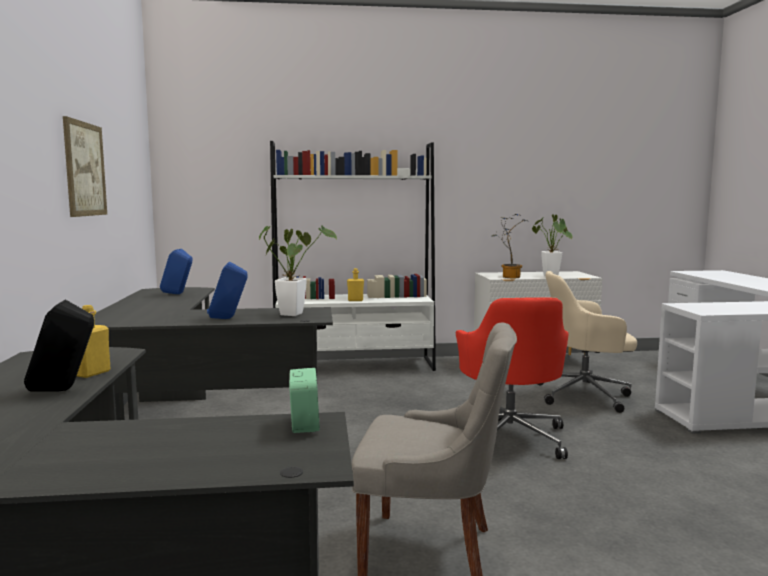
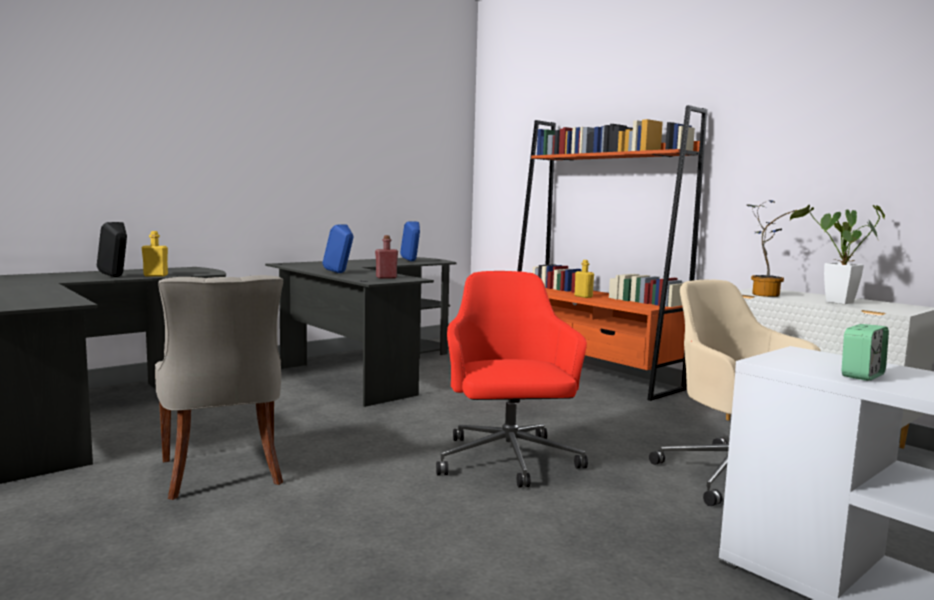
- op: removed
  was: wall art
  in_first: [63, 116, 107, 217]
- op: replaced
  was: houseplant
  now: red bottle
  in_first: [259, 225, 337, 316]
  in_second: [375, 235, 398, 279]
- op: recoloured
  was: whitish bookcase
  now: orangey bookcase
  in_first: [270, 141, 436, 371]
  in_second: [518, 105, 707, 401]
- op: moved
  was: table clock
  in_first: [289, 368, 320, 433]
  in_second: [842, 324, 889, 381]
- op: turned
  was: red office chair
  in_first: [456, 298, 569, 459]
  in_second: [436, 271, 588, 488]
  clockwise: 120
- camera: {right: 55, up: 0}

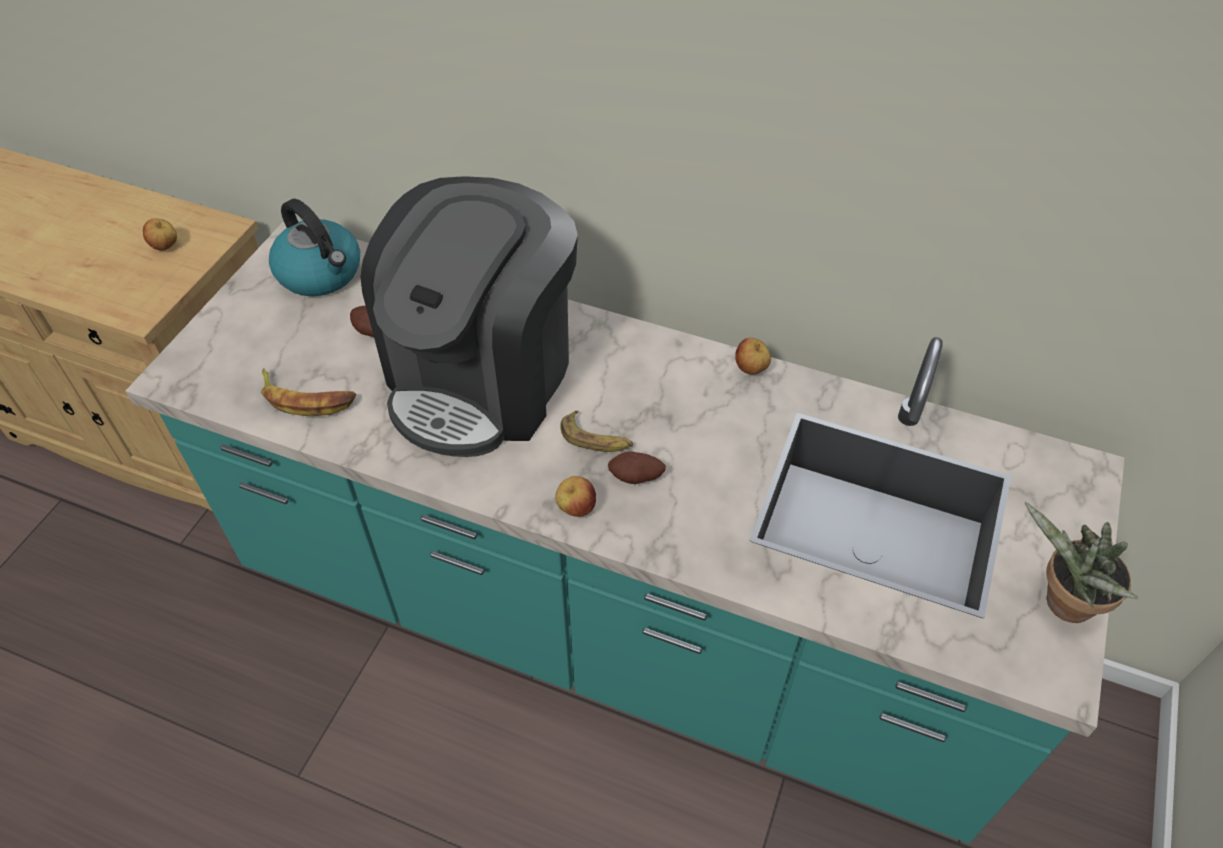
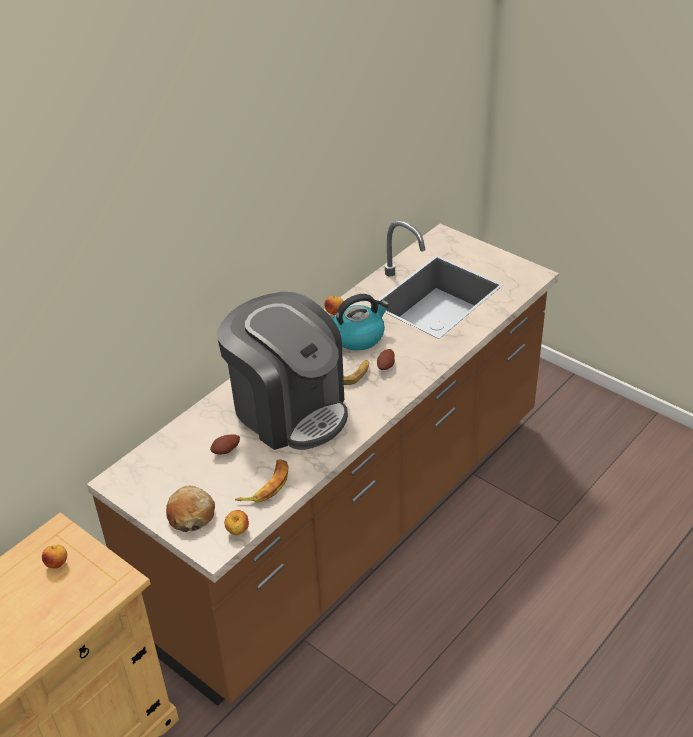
- op: recoloured
  was: turquoise kitchen counter
  now: brownish kitchen counter
  in_first: [125, 221, 1124, 843]
  in_second: [87, 221, 559, 706]
- op: moved
  was: water kettle
  in_first: [269, 199, 360, 296]
  in_second: [333, 294, 389, 351]
- op: moved
  was: whole apple
  in_first: [555, 476, 596, 517]
  in_second: [225, 510, 249, 535]
- op: removed
  was: houseplant
  in_first: [1025, 502, 1138, 623]
- op: added
  now: bread
  in_second: [166, 486, 215, 532]
- camera: {right: -70, up: -10}

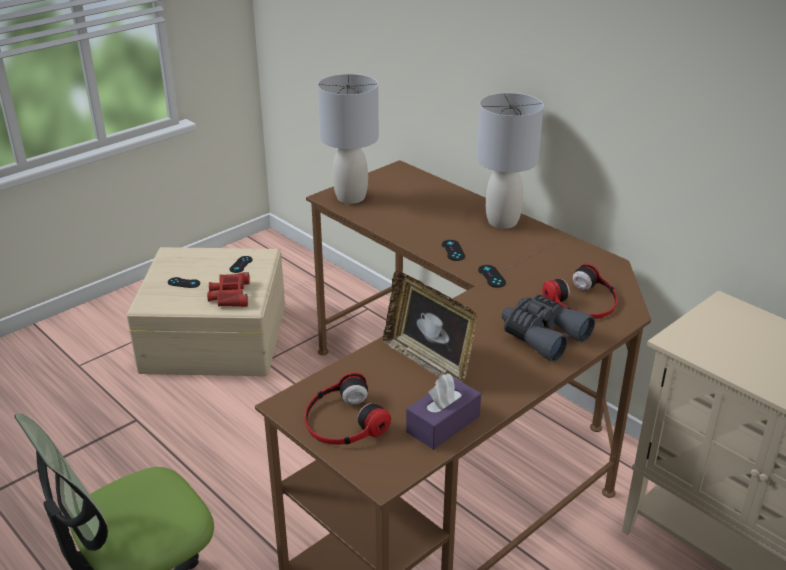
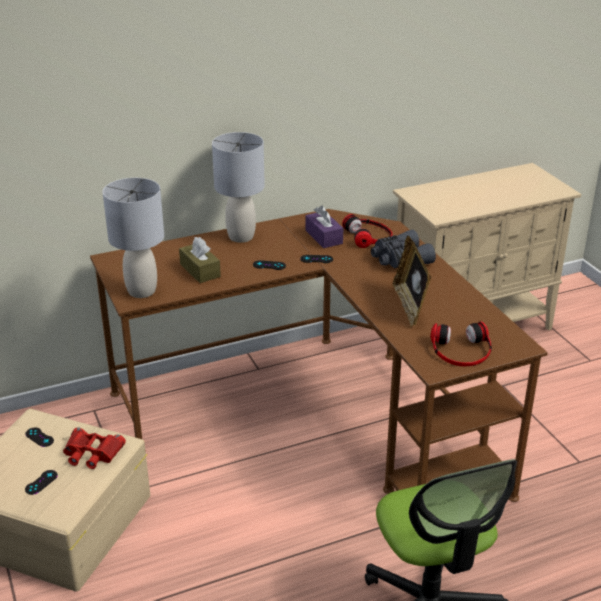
- op: turned
  was: photo frame
  in_first: [383, 271, 477, 383]
  in_second: [393, 235, 431, 326]
  clockwise: 105
- op: moved
  was: purple-coloured tissue box
  in_first: [406, 374, 481, 450]
  in_second: [305, 206, 343, 248]
- op: added
  now: brownish tissue box
  in_second: [179, 237, 221, 283]
- camera: {right: -70, up: 0}

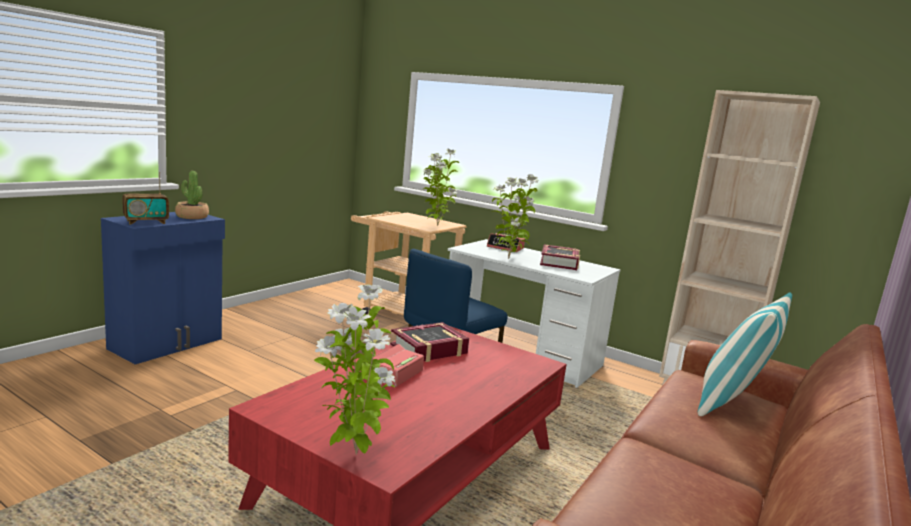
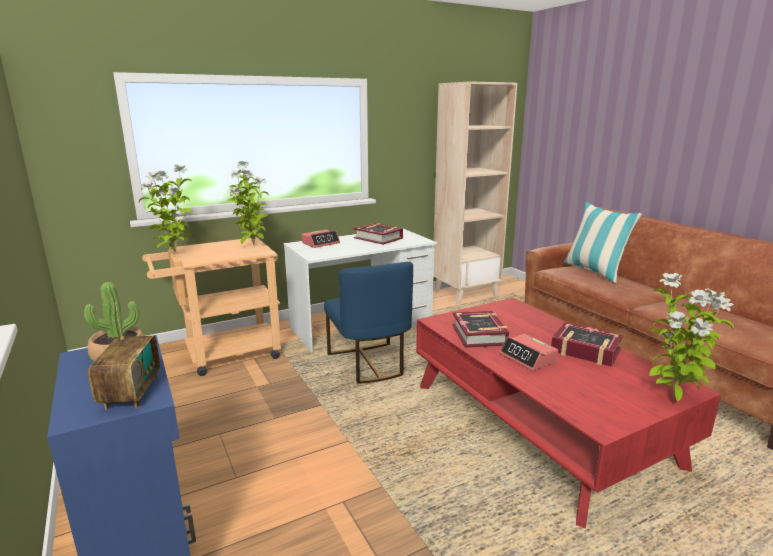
- op: moved
  was: houseplant
  in_first: [491, 174, 539, 259]
  in_second: [139, 164, 193, 255]
- op: added
  now: bound book
  in_second: [551, 322, 623, 367]
- camera: {right: -60, up: 5}

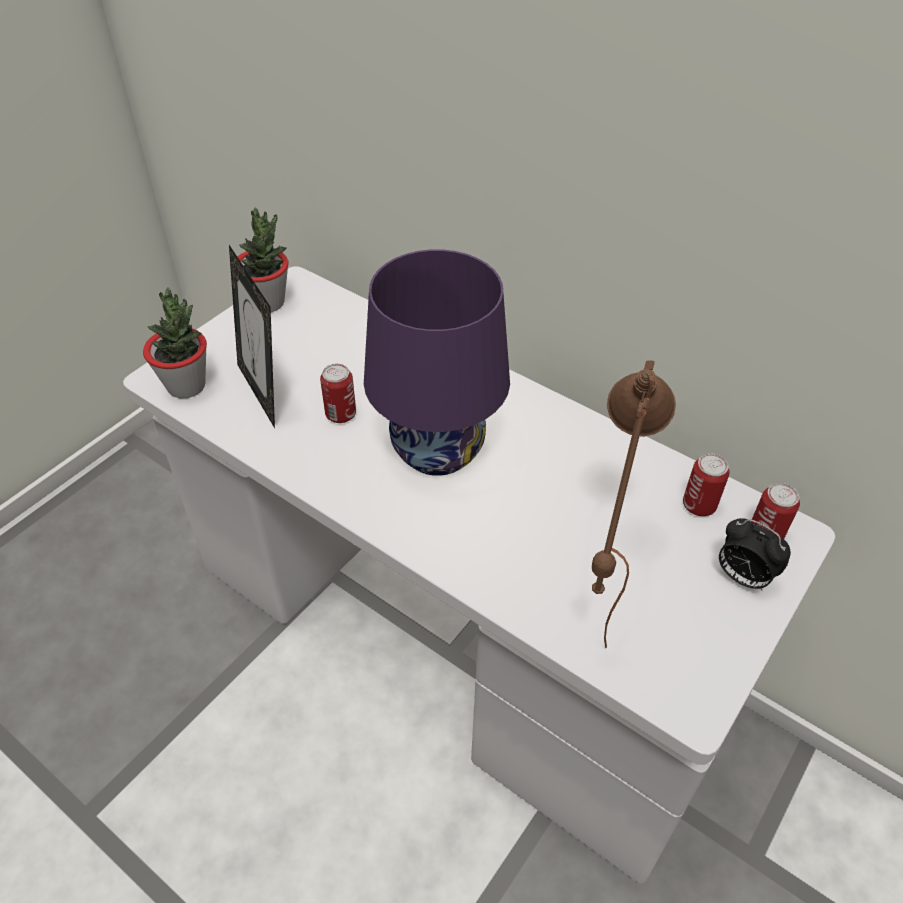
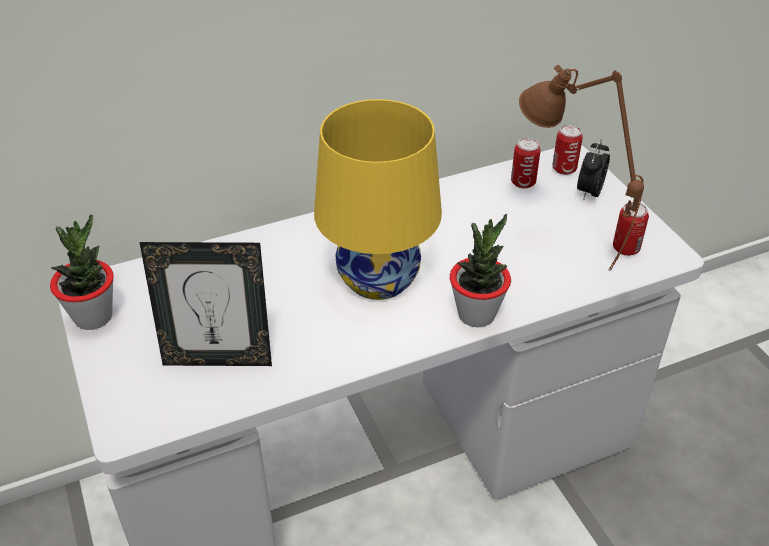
- op: moved
  was: houseplant
  in_first: [143, 287, 207, 398]
  in_second: [450, 214, 511, 327]
- op: moved
  was: sealed can
  in_first: [320, 364, 356, 423]
  in_second: [613, 202, 649, 256]
- op: recoloured
  was: purple-coloured lamp for a table
  now: yellow lamp for a table
  in_first: [364, 249, 510, 476]
  in_second: [314, 99, 442, 300]
- op: turned
  was: table clock
  in_first: [719, 518, 791, 591]
  in_second: [577, 139, 610, 201]
  clockwise: 135
- camera: {right: -60, up: -5}

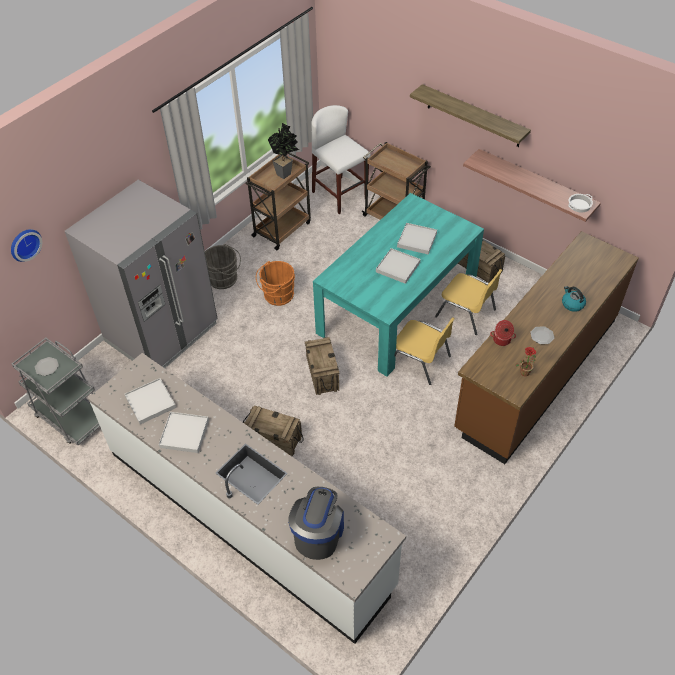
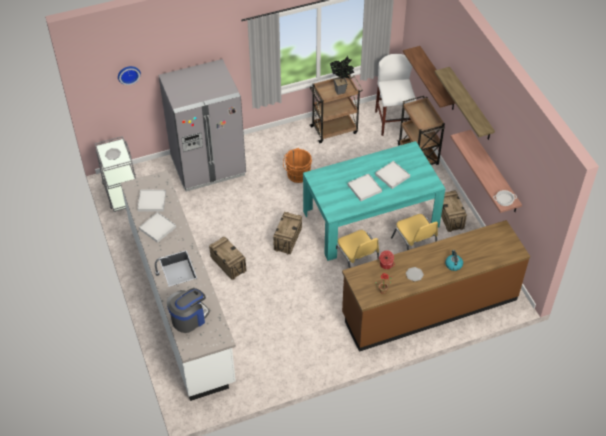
- op: removed
  was: greyish bucket
  in_first: [205, 244, 241, 289]
- op: added
  now: wall shelf
  in_second: [403, 46, 456, 110]
- camera: {right: 30, up: 0}

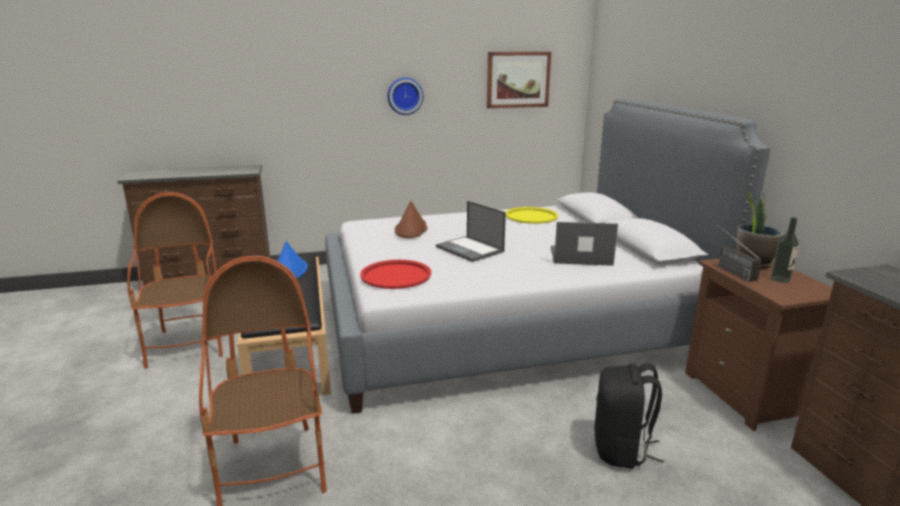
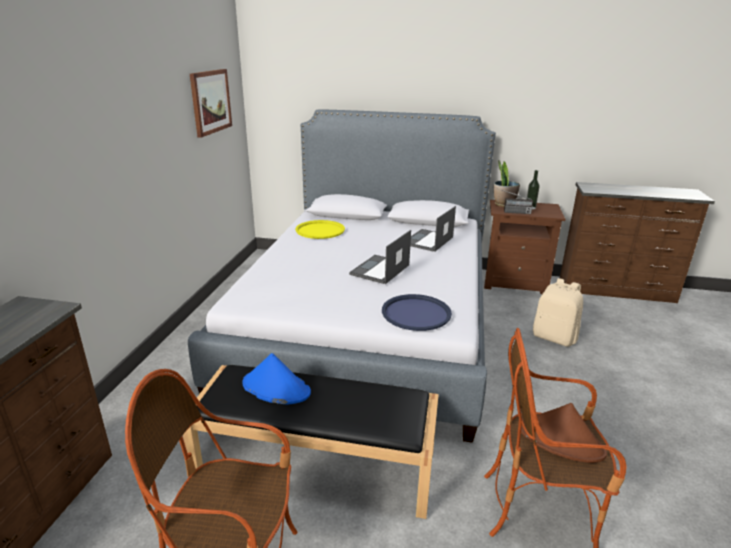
- op: recoloured
  was: red carrying tray
  now: blue carrying tray
  in_first: [360, 260, 431, 289]
  in_second: [382, 294, 452, 331]
- op: removed
  was: wall clock
  in_first: [387, 77, 423, 115]
- op: moved
  was: brownish clothing hat
  in_first: [395, 201, 427, 238]
  in_second: [521, 403, 607, 463]
- op: turned
  was: portable computer
  in_first: [436, 201, 506, 262]
  in_second: [349, 230, 411, 284]
  clockwise: 135
- op: recoloured
  was: blackish knapsack
  now: sand-coloured knapsack
  in_first: [594, 363, 664, 469]
  in_second: [533, 278, 583, 347]
- camera: {right: -65, up: 5}

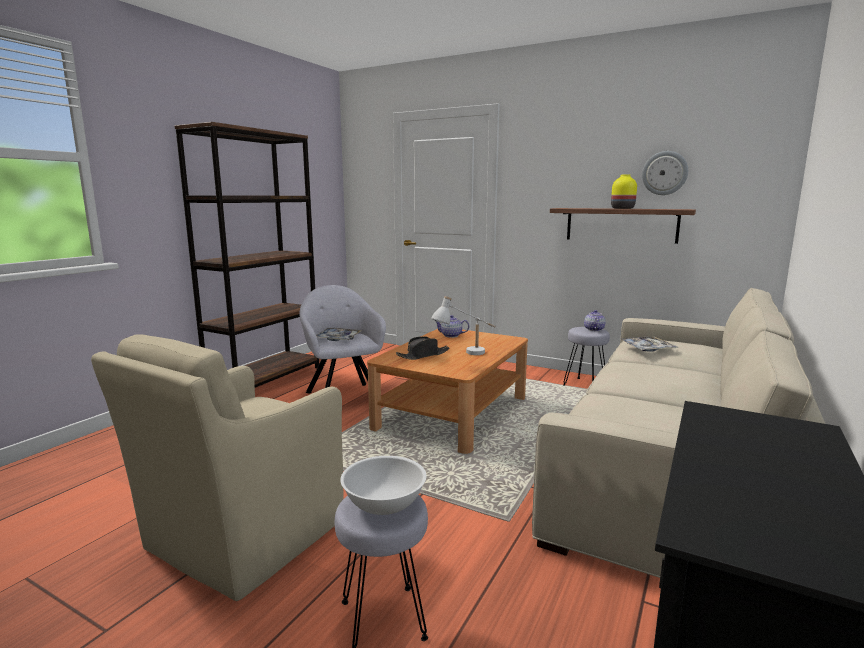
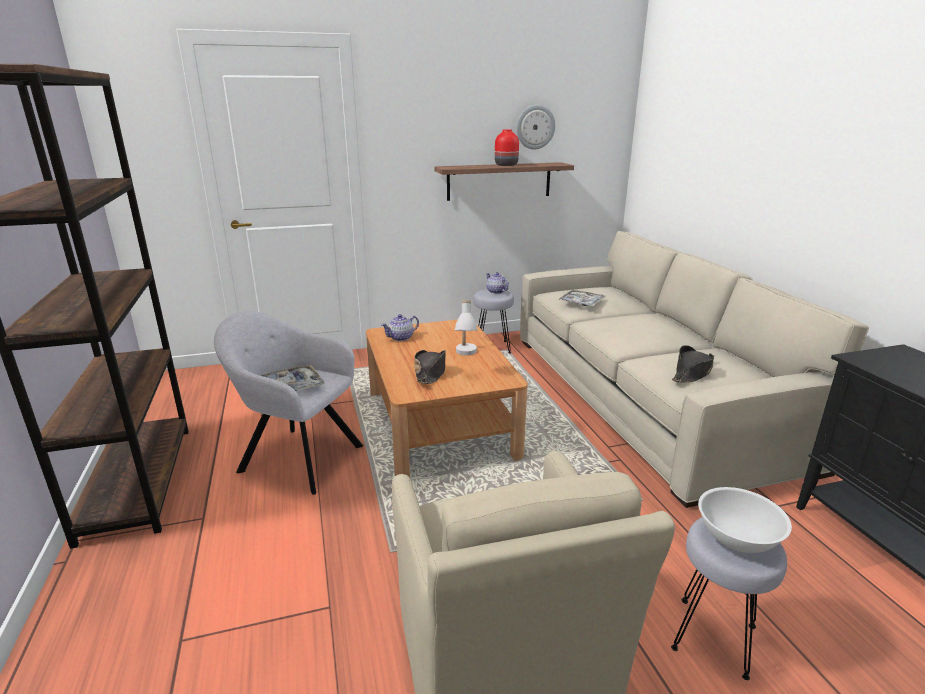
- op: recoloured
  was: yellow flower vase
  now: red flower vase
  in_first: [611, 174, 637, 209]
  in_second: [495, 129, 519, 166]
- op: added
  now: blackish clothing hat
  in_second: [672, 345, 714, 383]
- camera: {right: -45, up: 10}

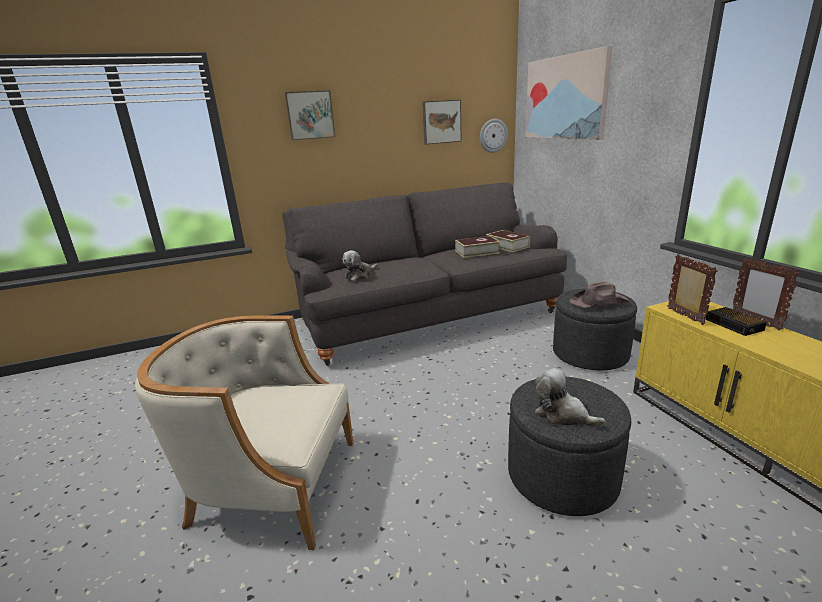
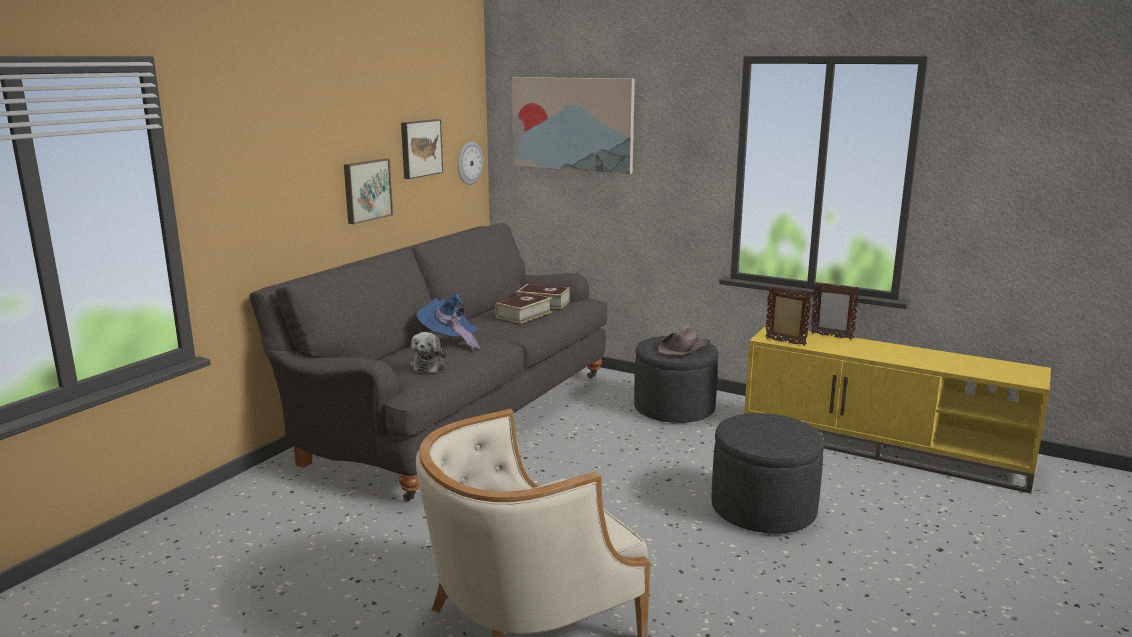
- op: moved
  was: wall art
  in_first: [284, 90, 335, 140]
  in_second: [344, 158, 393, 224]
- op: removed
  was: cuddly toy
  in_first: [535, 368, 606, 427]
- op: removed
  was: table clock
  in_first: [705, 307, 767, 336]
- op: added
  now: blue clothing hat
  in_second: [416, 294, 480, 351]
- camera: {right: -40, up: -5}

